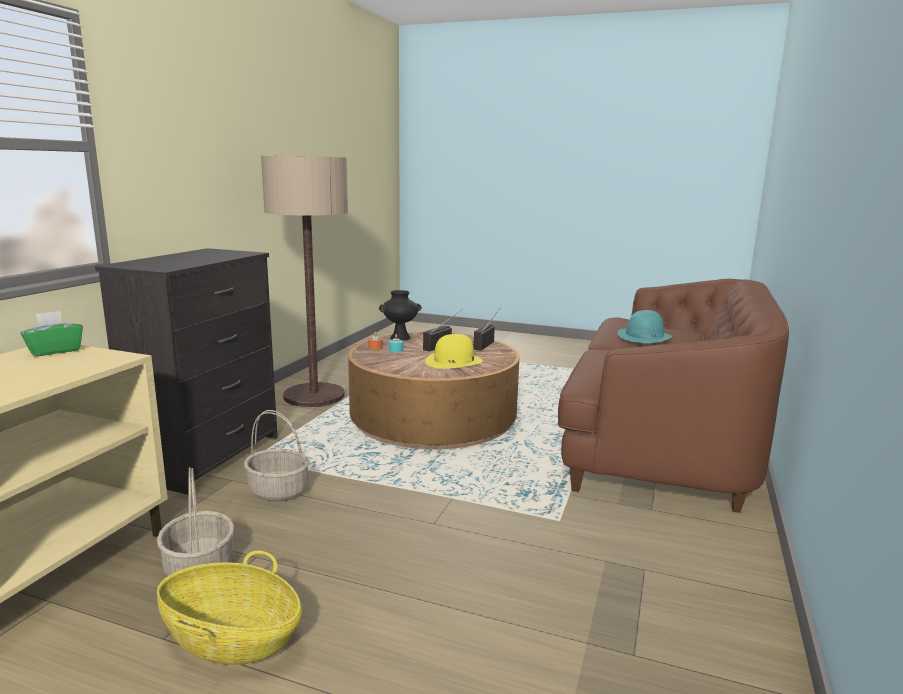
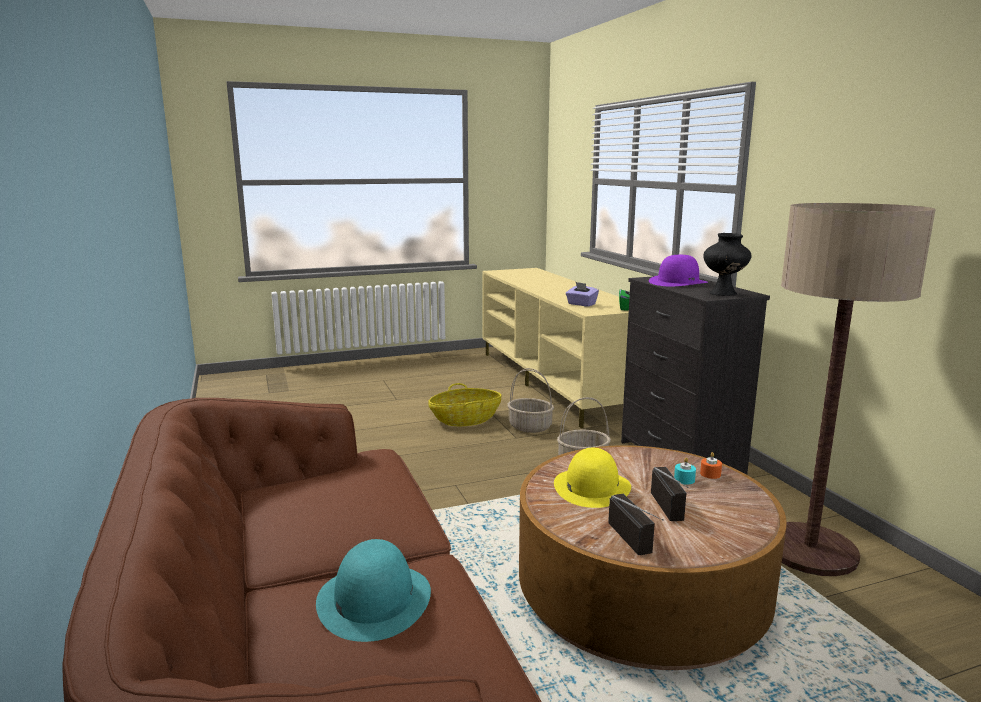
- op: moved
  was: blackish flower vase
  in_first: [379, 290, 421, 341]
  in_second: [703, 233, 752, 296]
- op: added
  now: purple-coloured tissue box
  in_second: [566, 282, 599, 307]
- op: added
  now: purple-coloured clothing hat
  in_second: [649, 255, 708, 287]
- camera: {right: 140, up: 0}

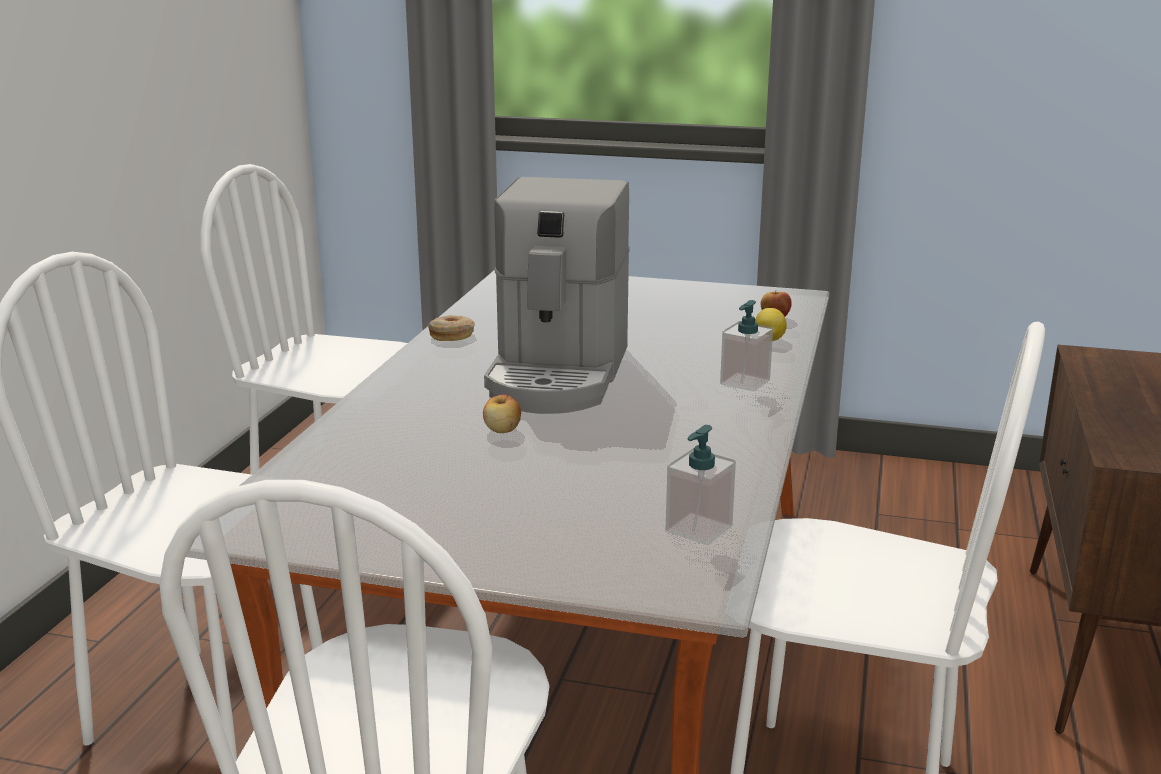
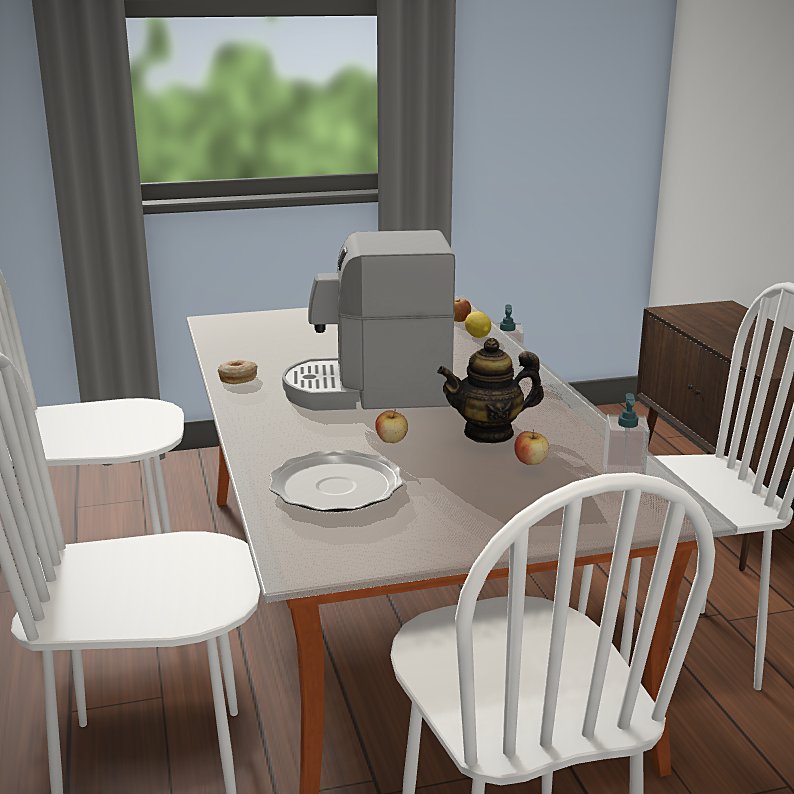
- op: turned
  was: coffee maker
  in_first: [484, 177, 630, 414]
  in_second: [282, 230, 455, 411]
  clockwise: 105
- op: added
  now: flat dish
  in_second: [269, 450, 403, 512]
- op: added
  now: pot for tea
  in_second: [437, 338, 544, 443]
- op: added
  now: whole apple
  in_second: [514, 429, 549, 465]
- camera: {right: -30, up: 0}

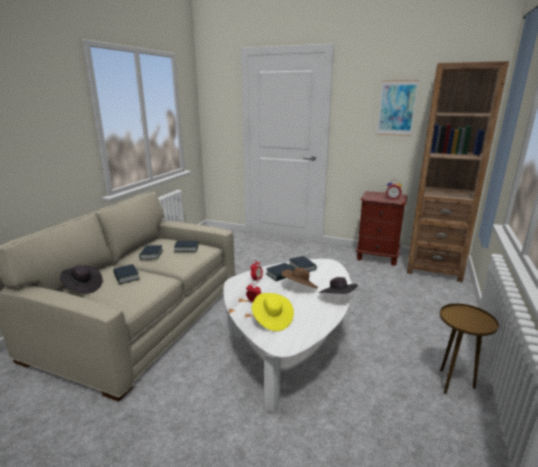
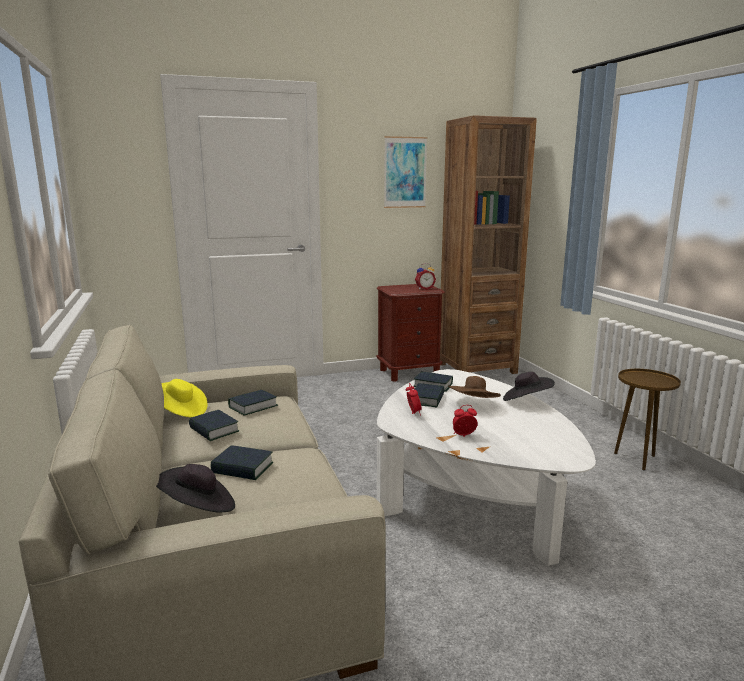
- op: moved
  was: yellow clothing hat
  in_first: [252, 293, 294, 331]
  in_second: [161, 379, 208, 417]
- camera: {right: -40, up: -5}

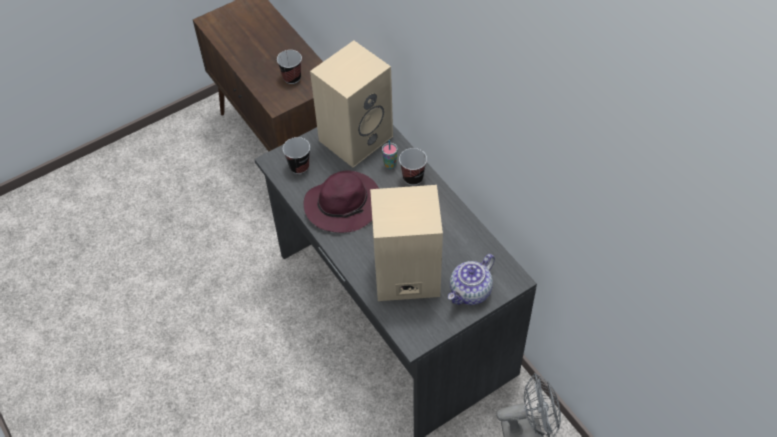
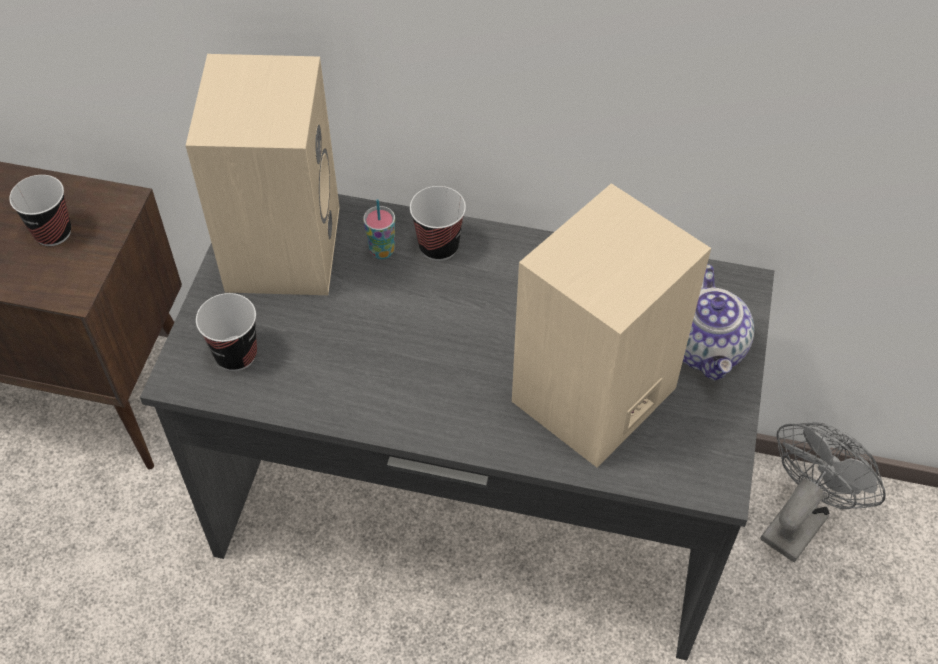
- op: removed
  was: purple-coloured clothing hat
  in_first: [304, 170, 379, 233]
- camera: {right: -45, up: 0}

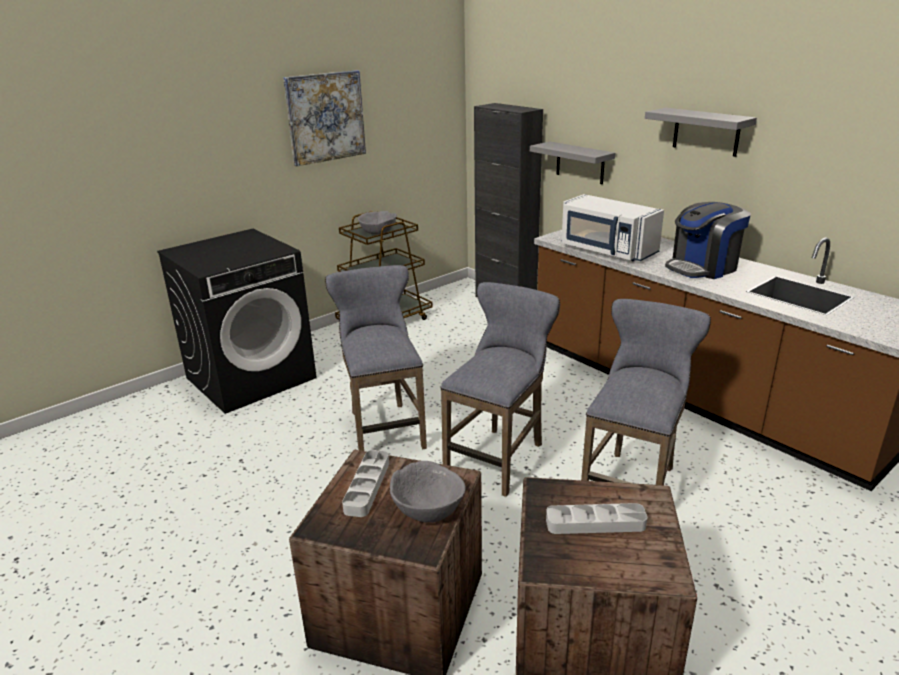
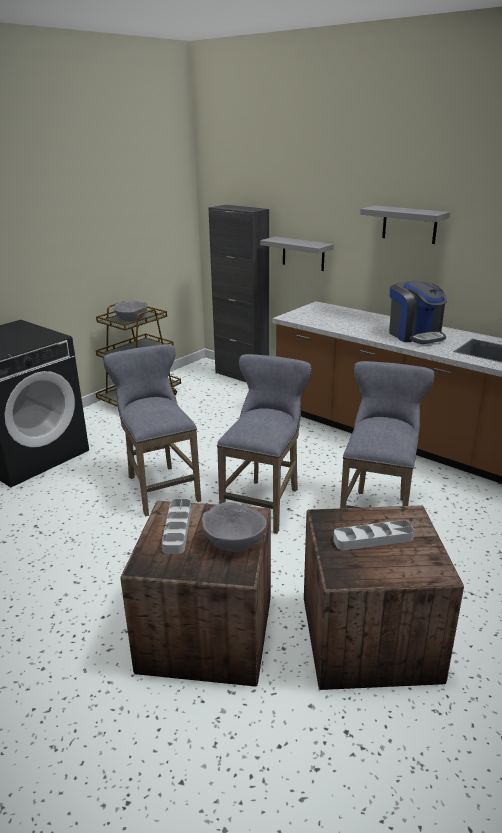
- op: removed
  was: wall art
  in_first: [283, 70, 366, 166]
- op: removed
  was: whitish microwave oven
  in_first: [561, 194, 664, 261]
- op: turned
  was: coffee maker
  in_first: [665, 202, 751, 279]
  in_second: [389, 281, 448, 344]
  clockwise: -75
- camera: {right: -10, up: 0}

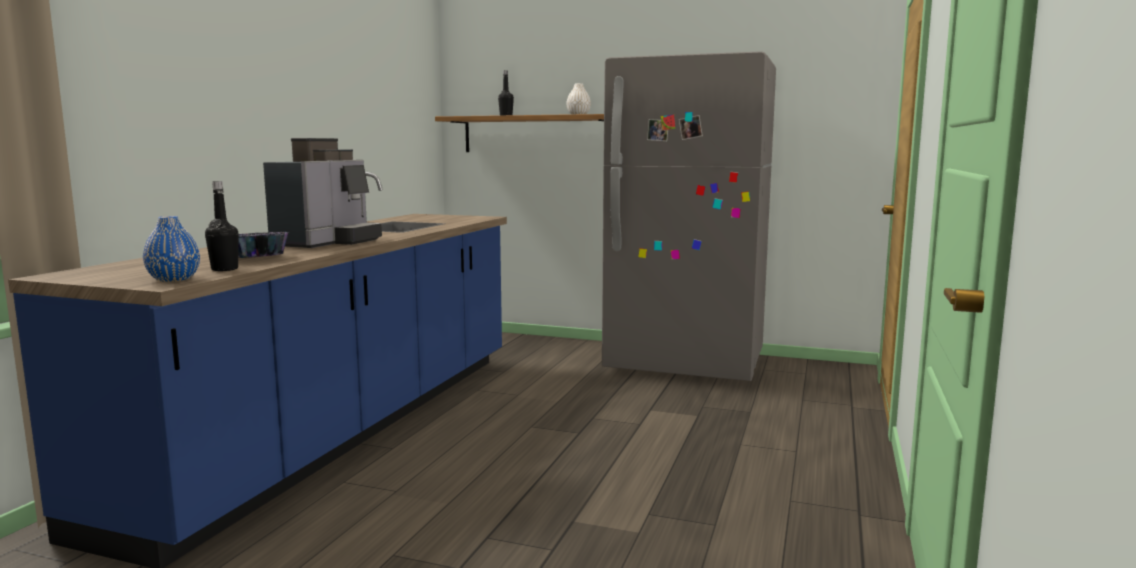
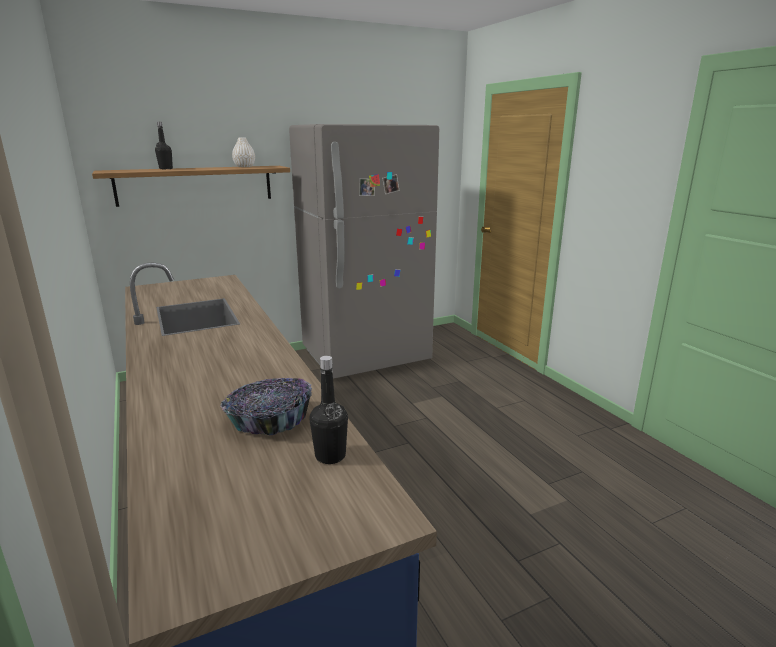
- op: removed
  was: blue flower vase
  in_first: [143, 216, 200, 282]
- op: removed
  was: coffee maker
  in_first: [263, 138, 382, 248]
- camera: {right: -45, up: 10}

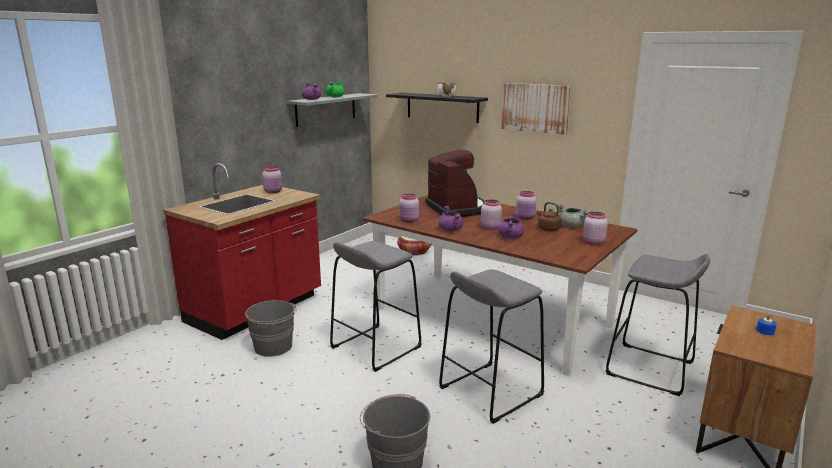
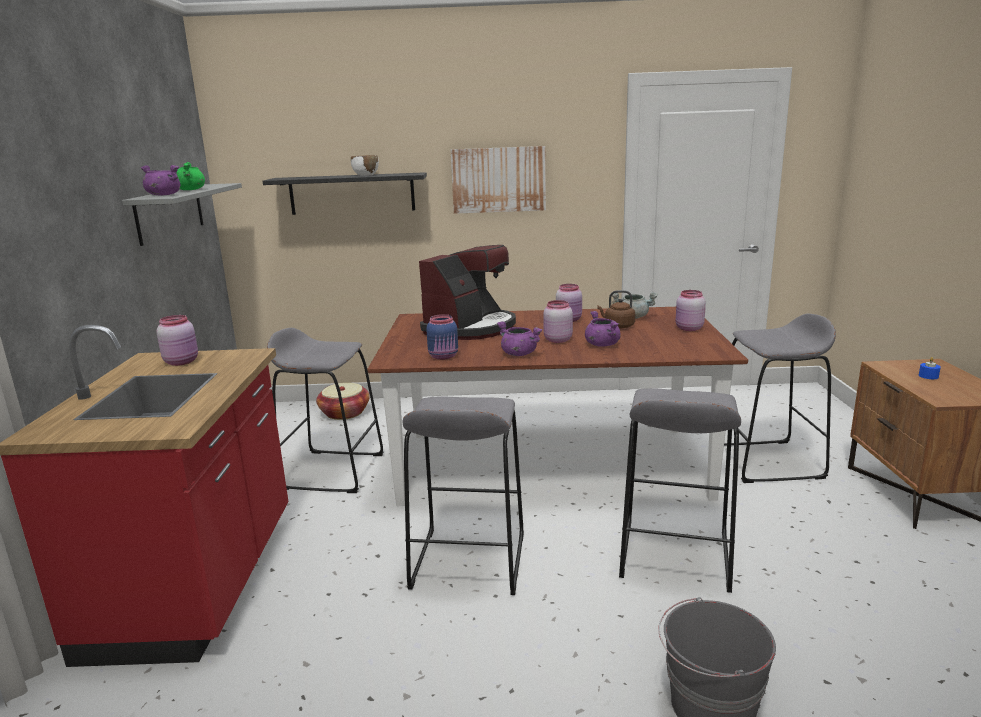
- op: removed
  was: greyish bucket
  in_first: [245, 300, 296, 357]
- op: recoloured
  was: pink-coloured jar
  now: blue jar
  in_first: [399, 194, 419, 223]
  in_second: [426, 314, 458, 360]
- op: turned
  was: coffee maker
  in_first: [425, 150, 485, 217]
  in_second: [419, 245, 516, 340]
  clockwise: 90
- op: added
  now: greyish stool seat
  in_second: [267, 328, 384, 493]
- camera: {right: -35, up: 0}

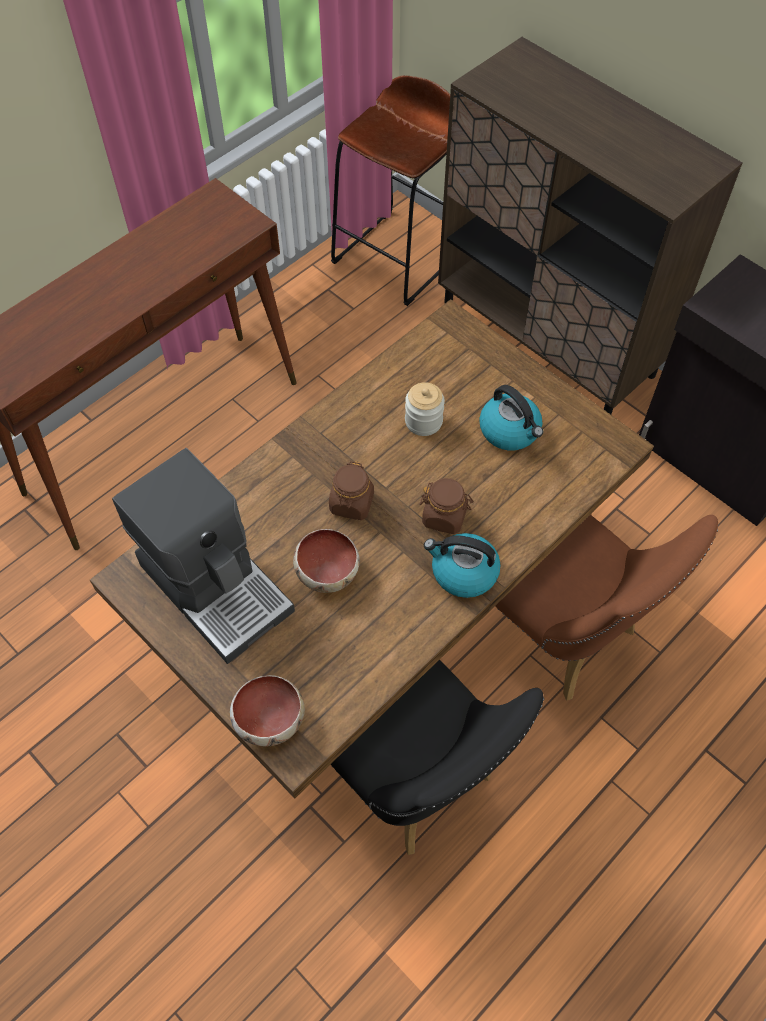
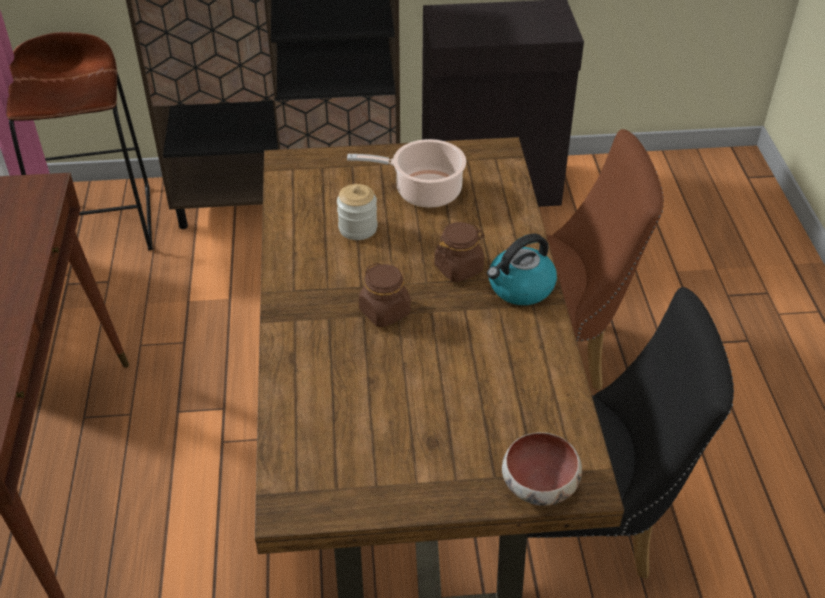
- op: removed
  was: coffee maker
  in_first: [112, 448, 295, 664]
- op: removed
  was: serving bowl
  in_first: [293, 529, 360, 593]
- op: replaced
  was: water kettle
  now: cooking pot
  in_first: [479, 385, 543, 450]
  in_second: [347, 139, 466, 208]
- camera: {right: -50, up: -15}

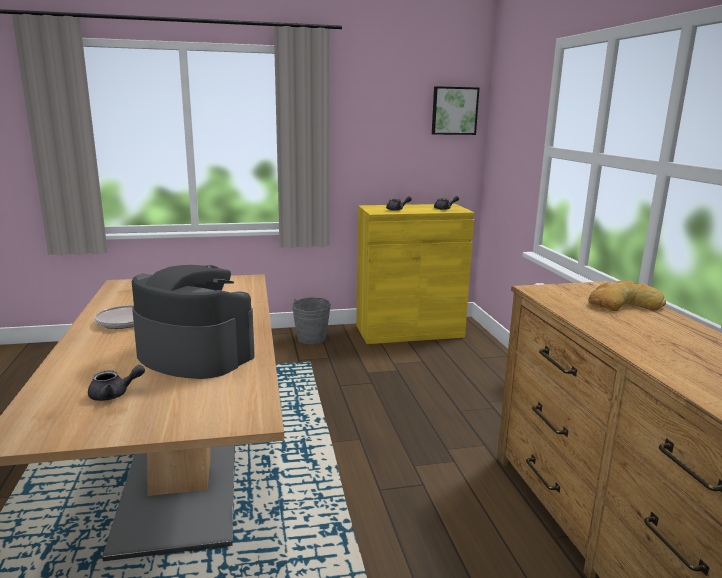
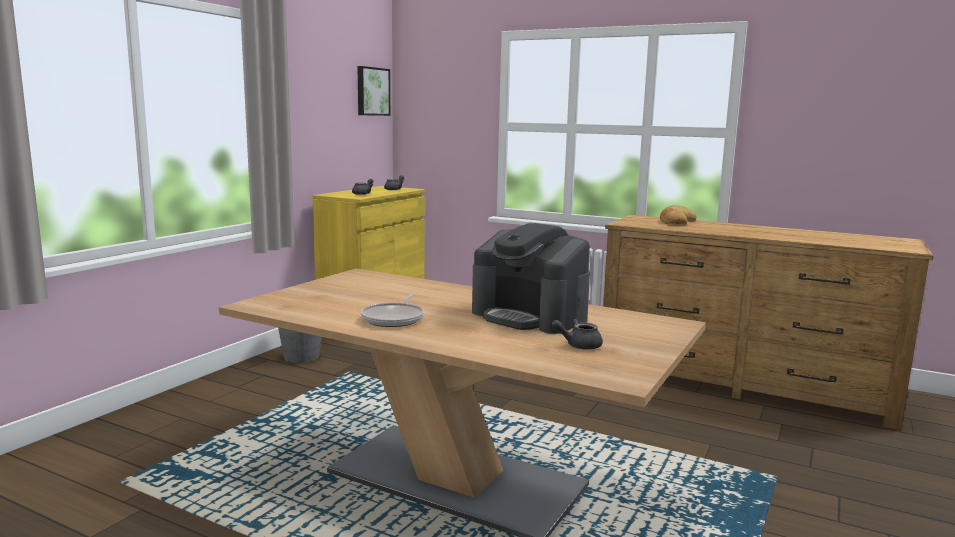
- op: turned
  was: greyish pot for tea
  in_first: [88, 365, 145, 401]
  in_second: [551, 319, 603, 350]
  clockwise: -120
- op: turned
  was: coffee maker
  in_first: [132, 265, 255, 379]
  in_second: [472, 223, 590, 334]
  clockwise: -120
- camera: {right: -50, up: -5}

